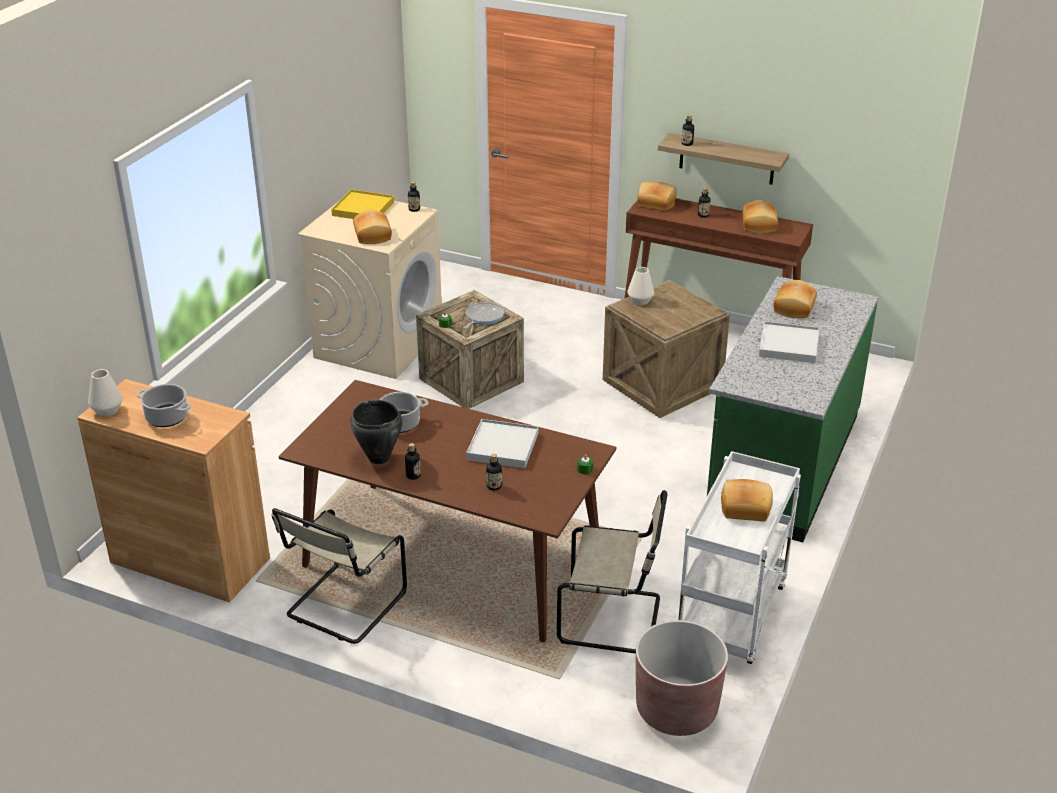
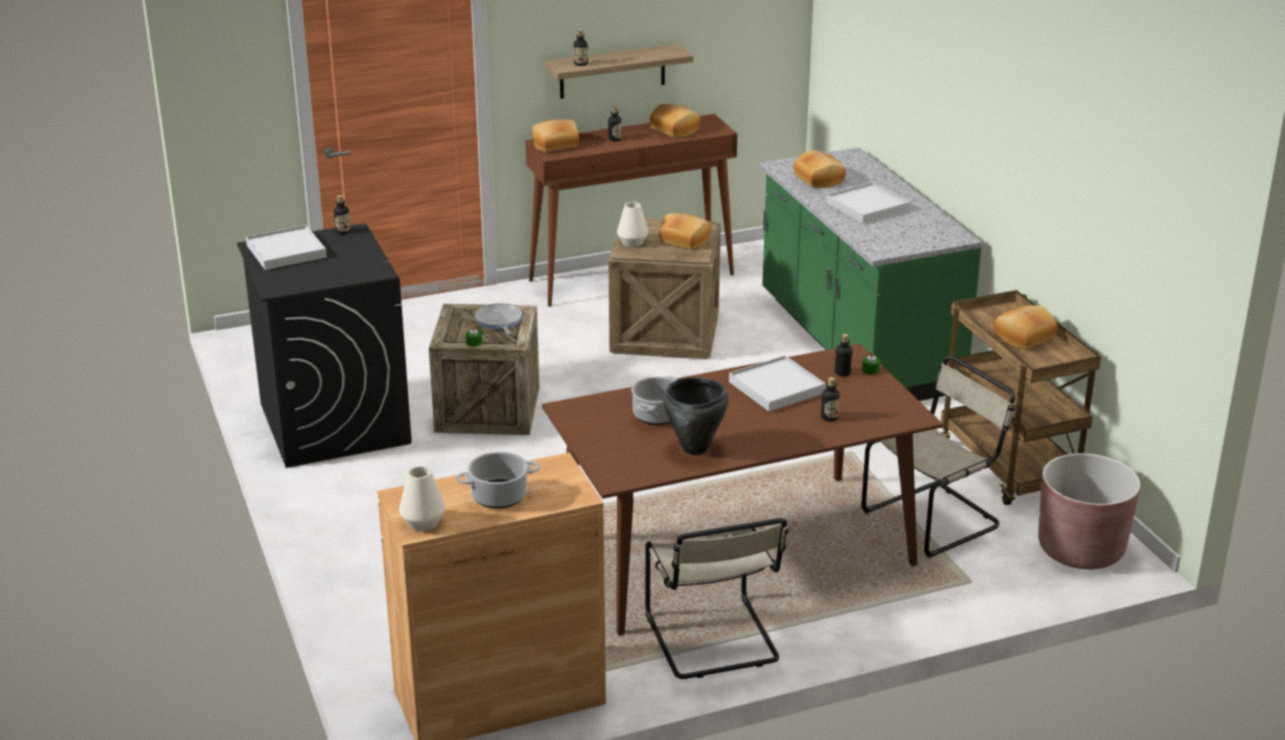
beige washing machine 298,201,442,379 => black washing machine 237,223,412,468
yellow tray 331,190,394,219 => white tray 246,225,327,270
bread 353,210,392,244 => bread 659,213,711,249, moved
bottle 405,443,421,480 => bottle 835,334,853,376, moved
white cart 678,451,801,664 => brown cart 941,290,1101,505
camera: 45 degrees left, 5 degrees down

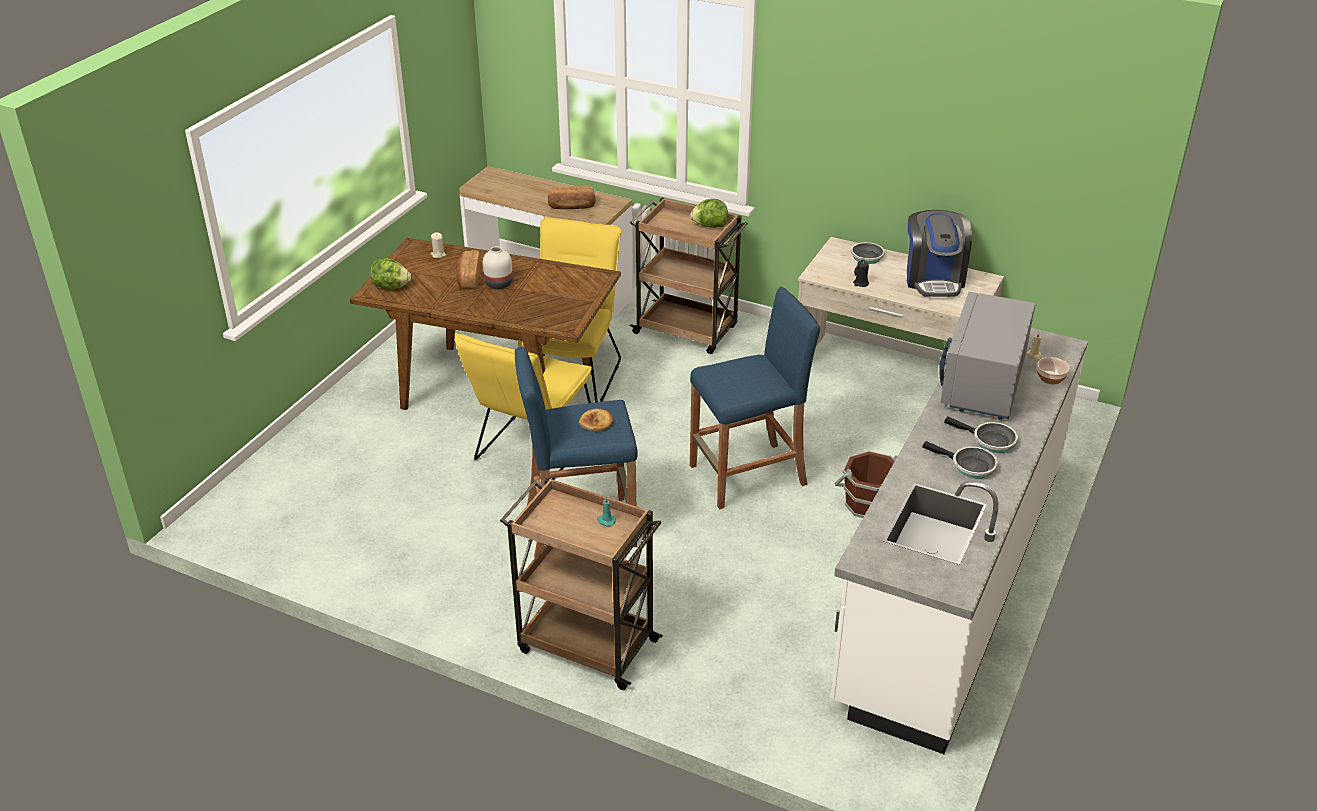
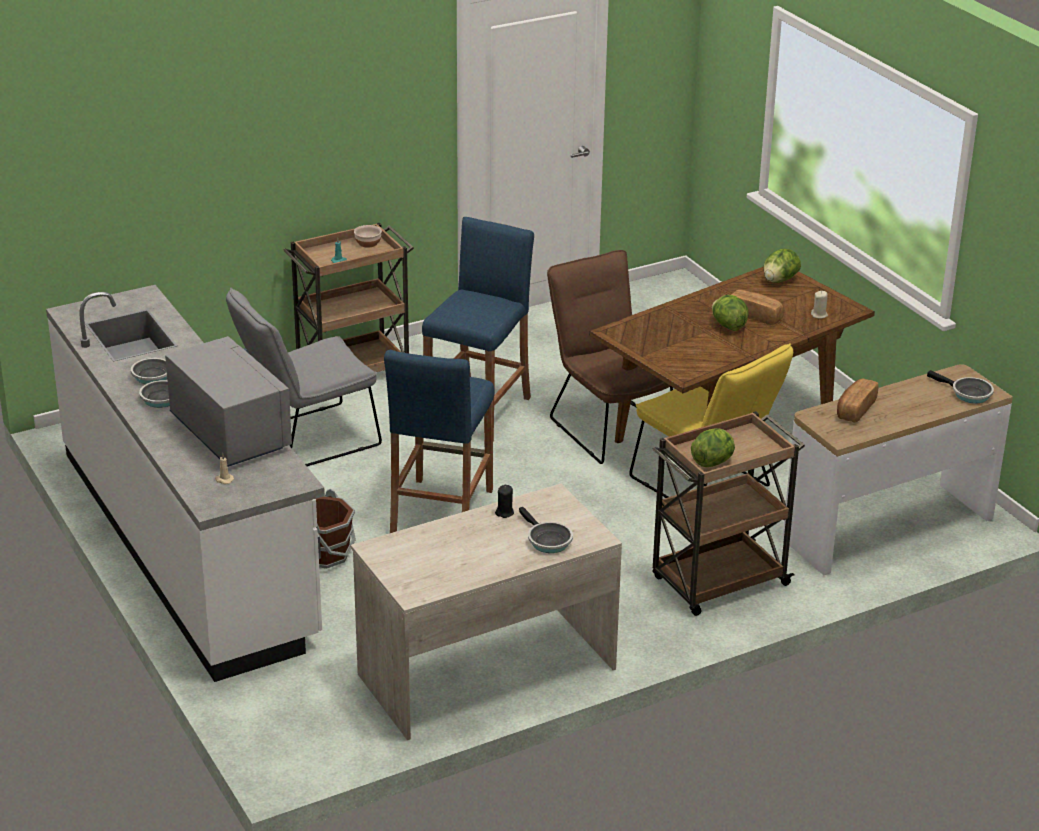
nothing => grey chair 226,287,382,466
bowl 1037,357,1070,384 => bowl 354,225,382,248, moved
yellow chair 455,333,592,480 => brown chair 547,250,673,464
white vase 483,246,513,289 => lettuce 712,295,749,331
nothing => frying pan 927,370,994,404
bread 579,408,614,431 => nothing
coffee machine 907,210,972,297 => nothing
camera: 125 degrees right, 5 degrees down

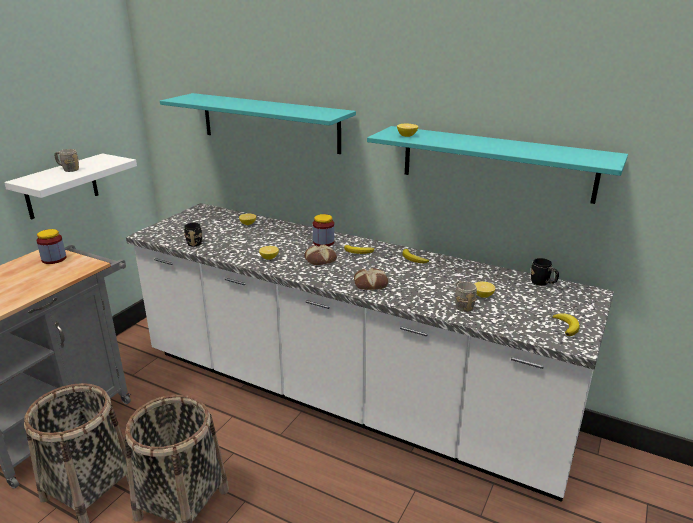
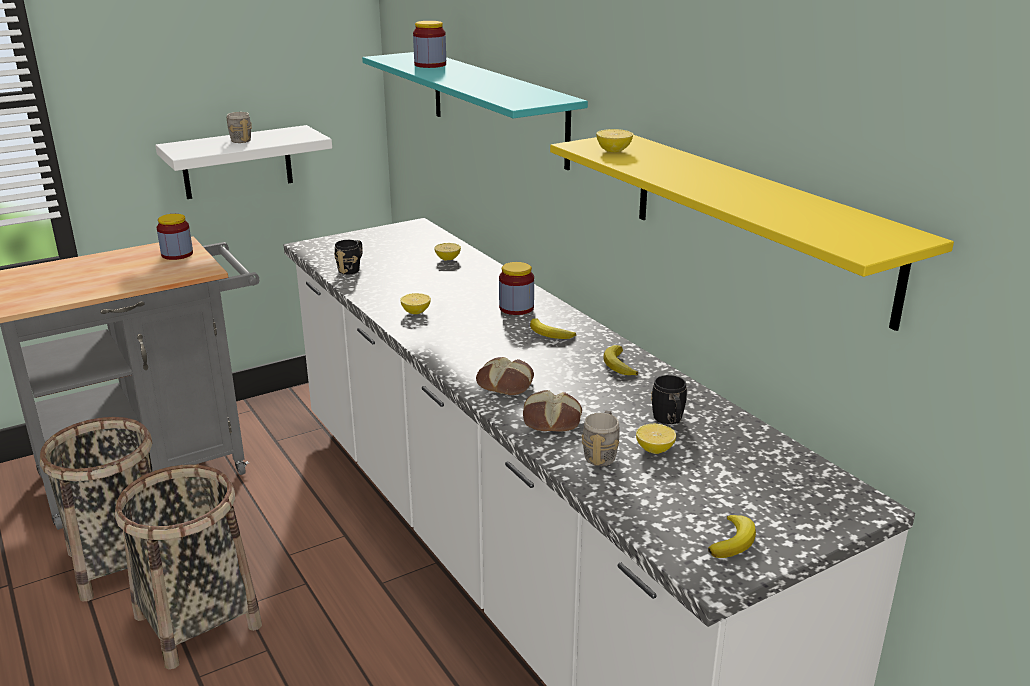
nothing => jar 413,21,446,68
bread 304,245,337,265 => bread 523,390,582,432, moved
turquoise shelf 367,126,628,204 => yellow shelf 550,135,954,331
black mug 531,258,559,286 => black mug 651,375,687,424, moved
camera: 30 degrees right, 0 degrees up

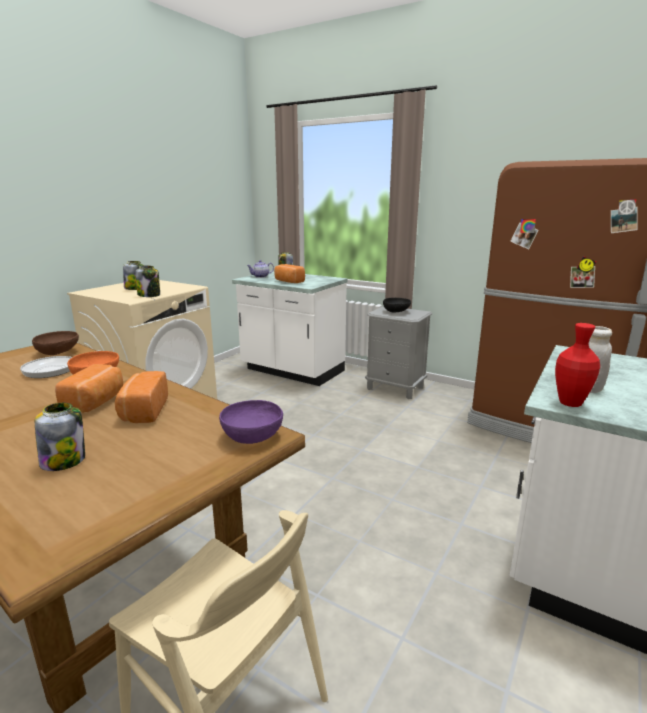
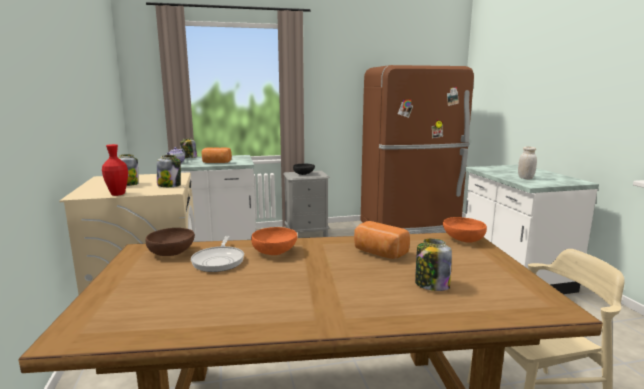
red vase 555,323,600,407 => red vase 102,144,128,196, moved
purple bowl 219,400,283,444 => orange bowl 443,217,487,243
bread 55,364,123,413 => nothing
camera: 45 degrees left, 5 degrees down

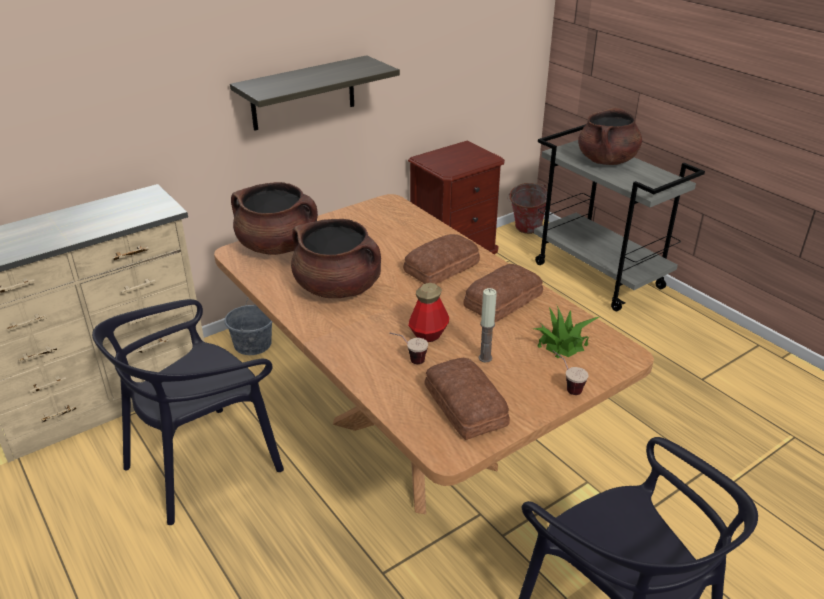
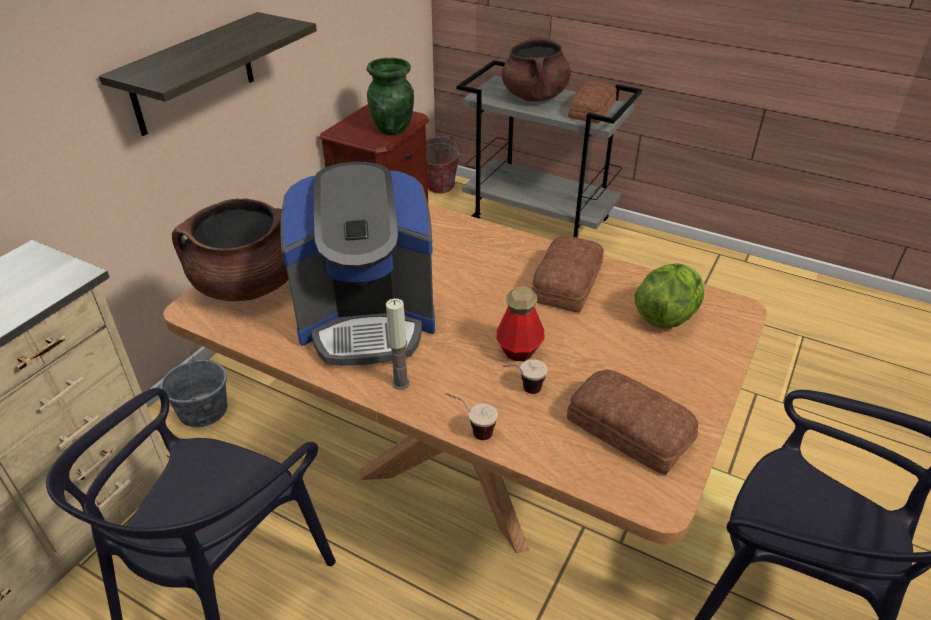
brown cooking pot 291,219,381,298 => coffee machine 281,162,435,366
nothing => green vase 367,58,414,135
candle 479,288,497,363 => candle 386,299,410,390, moved
cup 553,350,588,395 => cup 445,393,498,440, moved
bread 403,234,480,284 => bread 568,81,617,123, moved
potted plant 534,306,599,358 => lettuce 635,263,704,328
camera: 25 degrees left, 5 degrees up

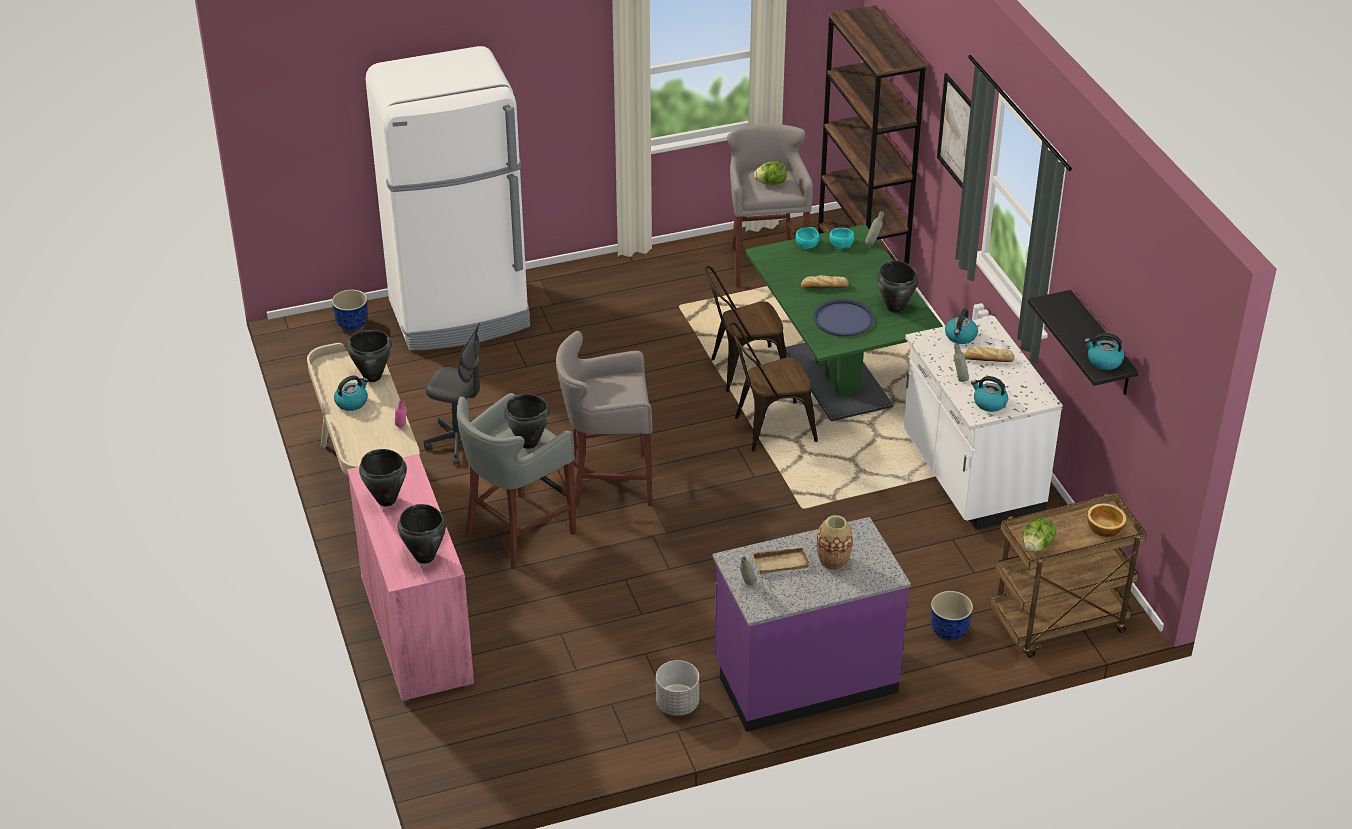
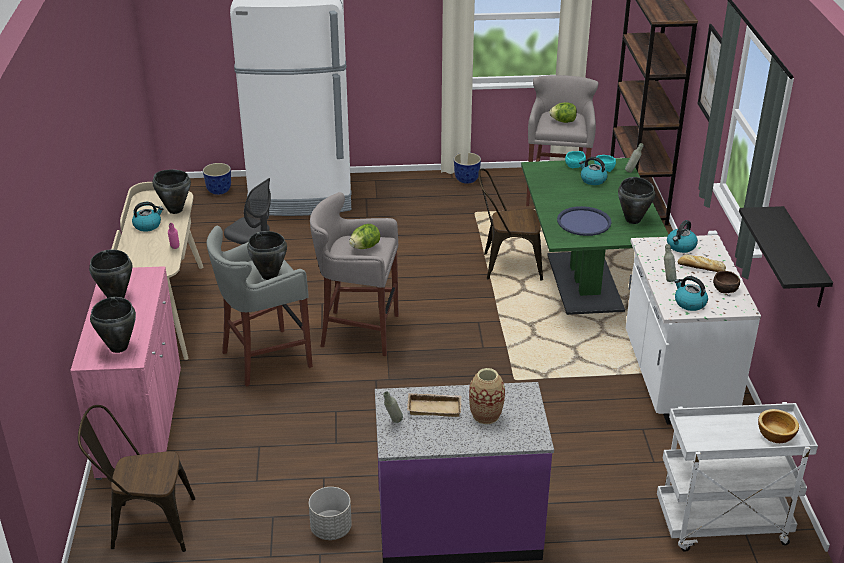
brown chair 729,323,818,452 => brown chair 78,405,196,552, moved
lettuce 1023,518,1057,552 => lettuce 349,224,380,249, moved
planter 931,591,973,640 => planter 454,152,481,184, moved
kettle 1084,333,1124,370 => kettle 579,157,608,185, moved
brown cart 990,493,1147,658 => white cart 657,402,818,552
nothing => brown bowl 713,271,740,293
bread 801,275,849,288 => nothing
camera: 15 degrees right, 5 degrees down

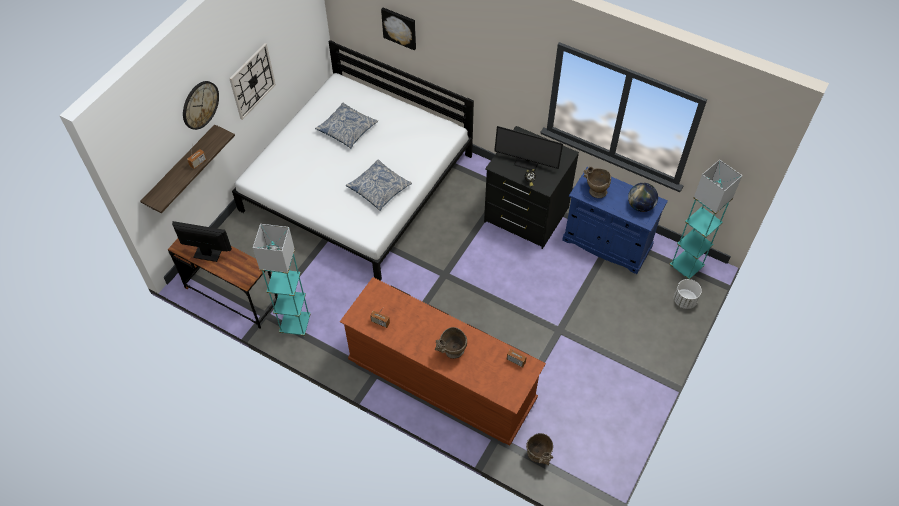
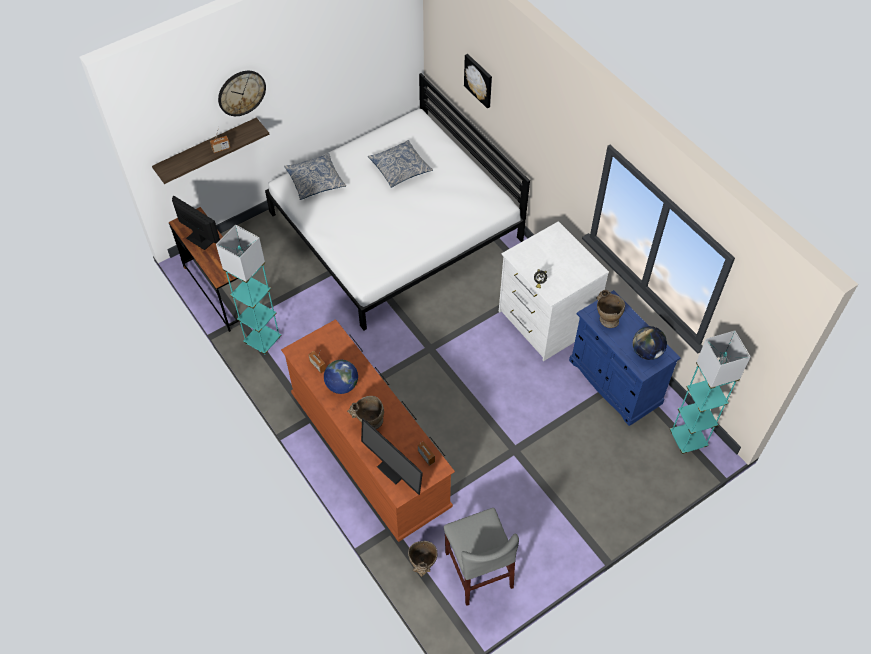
pillow 346,159,412,211 => pillow 284,153,346,200, moved
nothing => globe 324,360,358,394
monitor 494,126,563,171 => monitor 361,418,423,495, moved
nothing => grey chair 444,508,519,606
black dresser 484,126,579,249 => white dresser 499,221,609,361
wall clock 229,43,276,120 => nothing
white planter 674,279,702,309 => nothing
camera: 25 degrees right, 0 degrees up

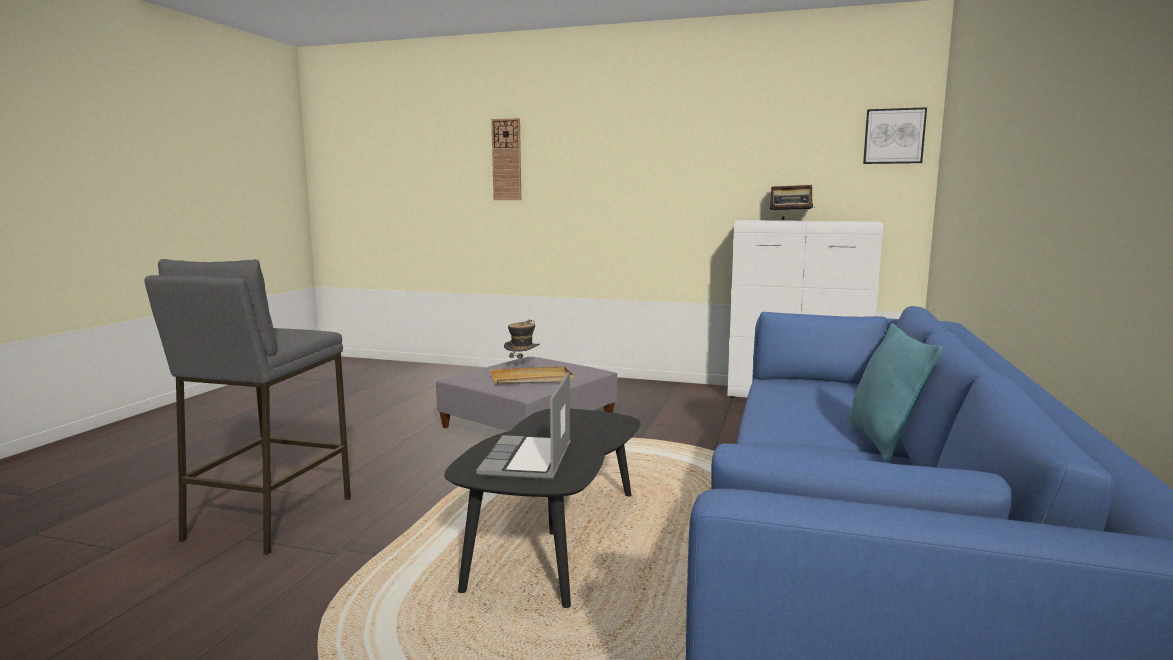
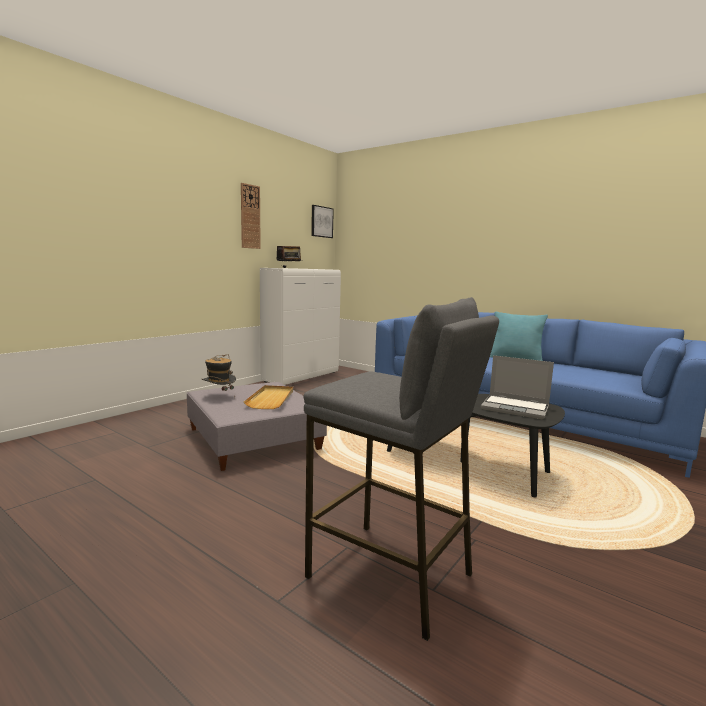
wall clock 491,118,521,200 => wall clock 241,183,261,249, moved
camera: 70 degrees left, 0 degrees up

